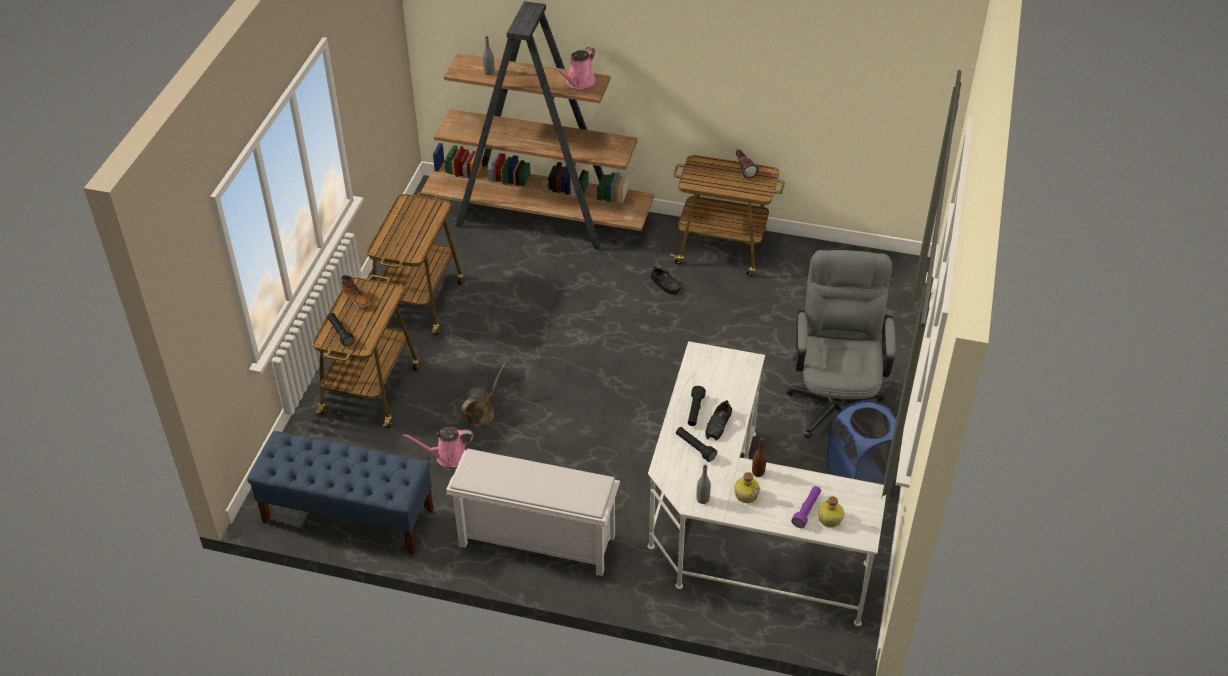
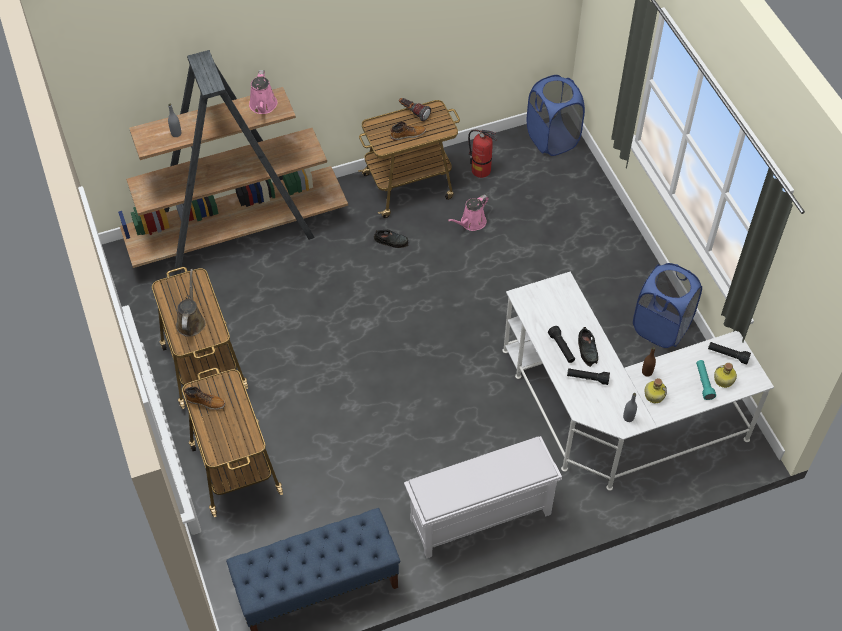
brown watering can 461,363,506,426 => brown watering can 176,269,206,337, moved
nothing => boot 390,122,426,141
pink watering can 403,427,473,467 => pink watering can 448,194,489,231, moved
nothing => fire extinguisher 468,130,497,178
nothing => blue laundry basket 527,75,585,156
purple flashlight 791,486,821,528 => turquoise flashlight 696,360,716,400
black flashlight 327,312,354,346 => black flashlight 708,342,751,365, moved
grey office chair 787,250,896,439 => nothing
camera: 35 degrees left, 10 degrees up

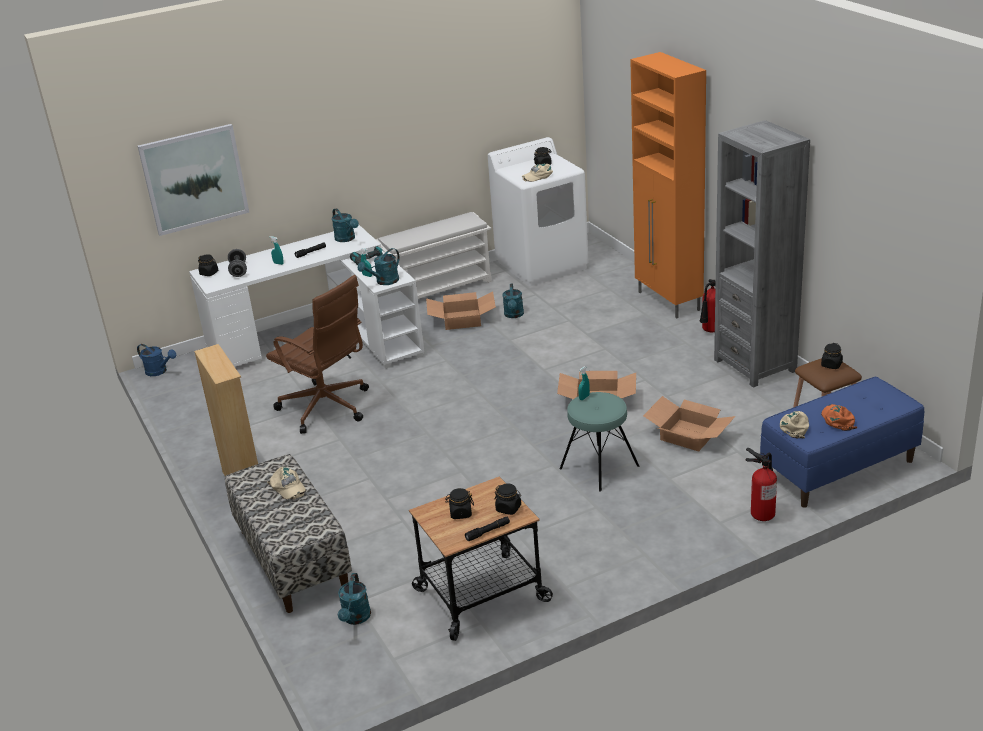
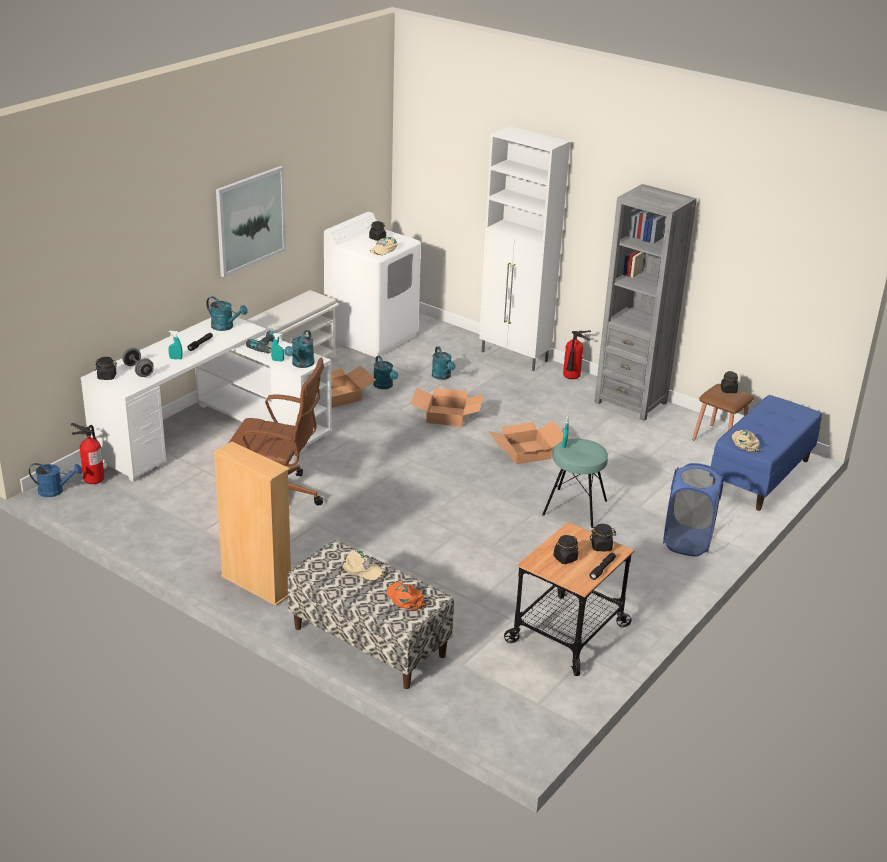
fire extinguisher 745,448,777,521 => fire extinguisher 71,423,104,484, moved
picture 138,124,249,236 => picture 216,166,286,277, moved
orange cap 821,404,857,431 => orange cap 387,582,427,610, moved
cardboard box 643,396,735,451 => cardboard box 411,387,484,427, moved
turquoise watering can 338,573,371,625 => turquoise watering can 432,346,456,380, moved
orange cabinet 630,52,706,318 => white cabinet 479,126,570,371
nothing => blue laundry basket 663,463,723,557
camera: 30 degrees left, 0 degrees up

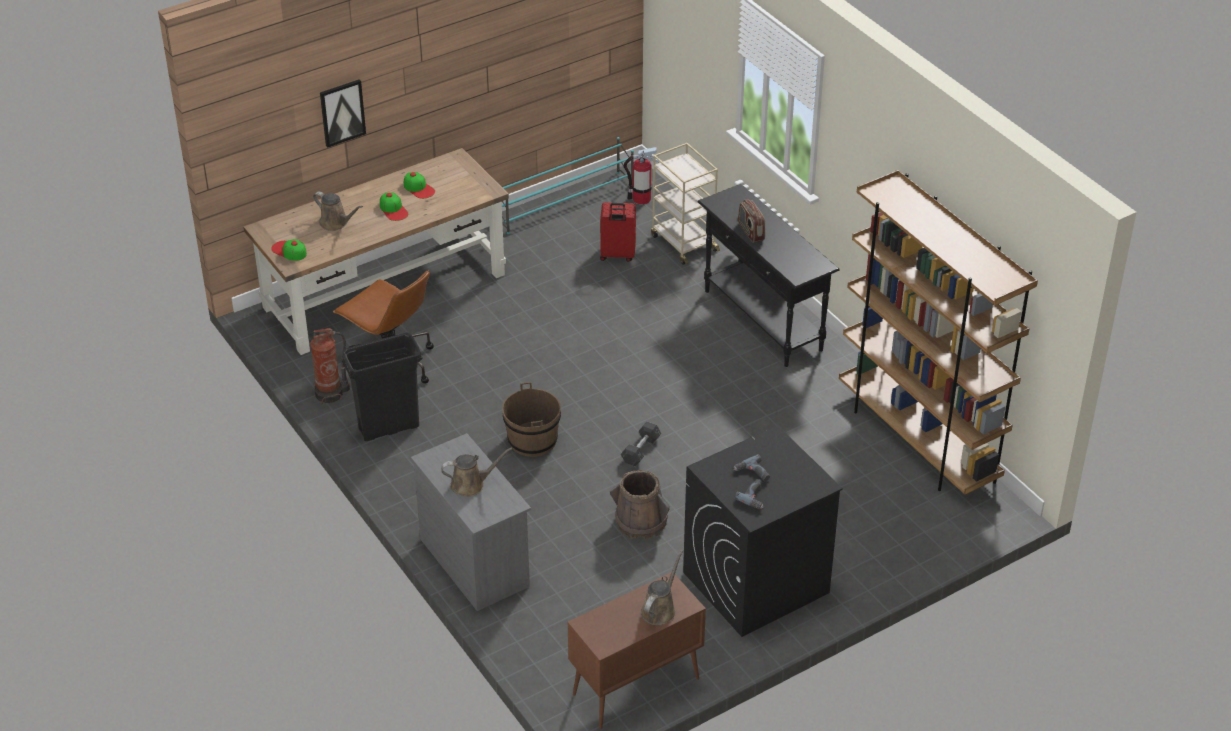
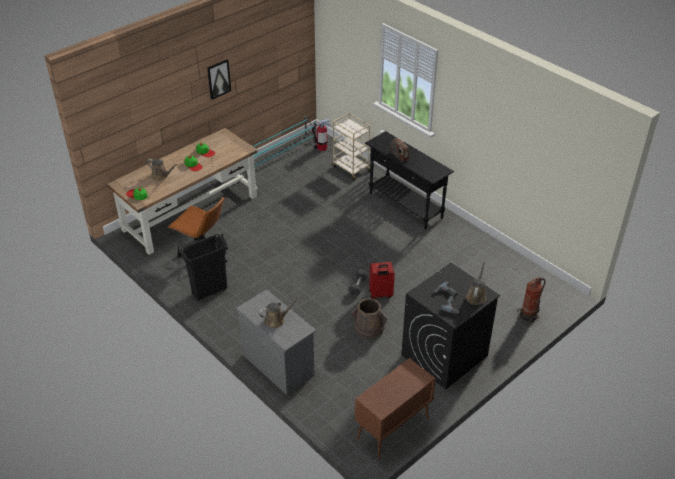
picture 320,79,366,148 => picture 207,59,231,100, moved
red suitcase 600,202,636,262 => red suitcase 369,262,395,299, moved
brown watering can 641,550,683,625 => brown watering can 466,261,486,305, moved
fire extinguisher 310,328,350,405 => fire extinguisher 518,277,545,323, moved
brown bucket 502,382,561,457 => nothing
brown bookcase 839,170,1038,495 => nothing
camera: 10 degrees left, 0 degrees up

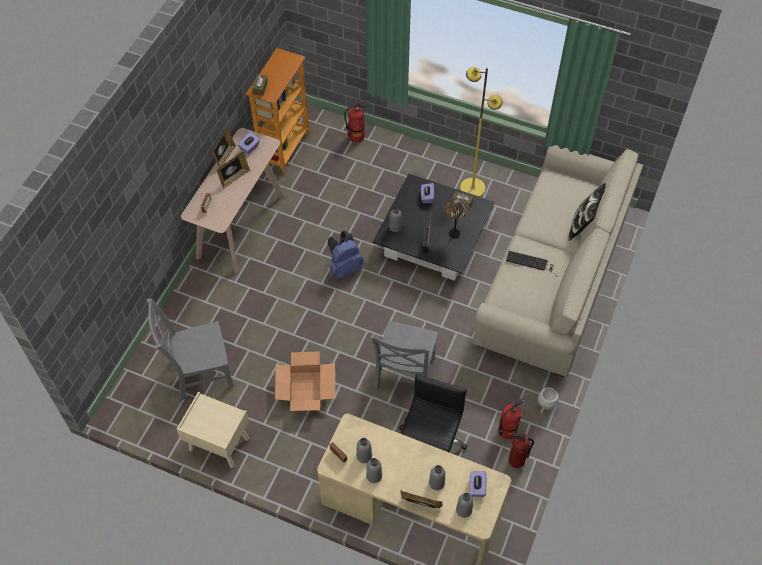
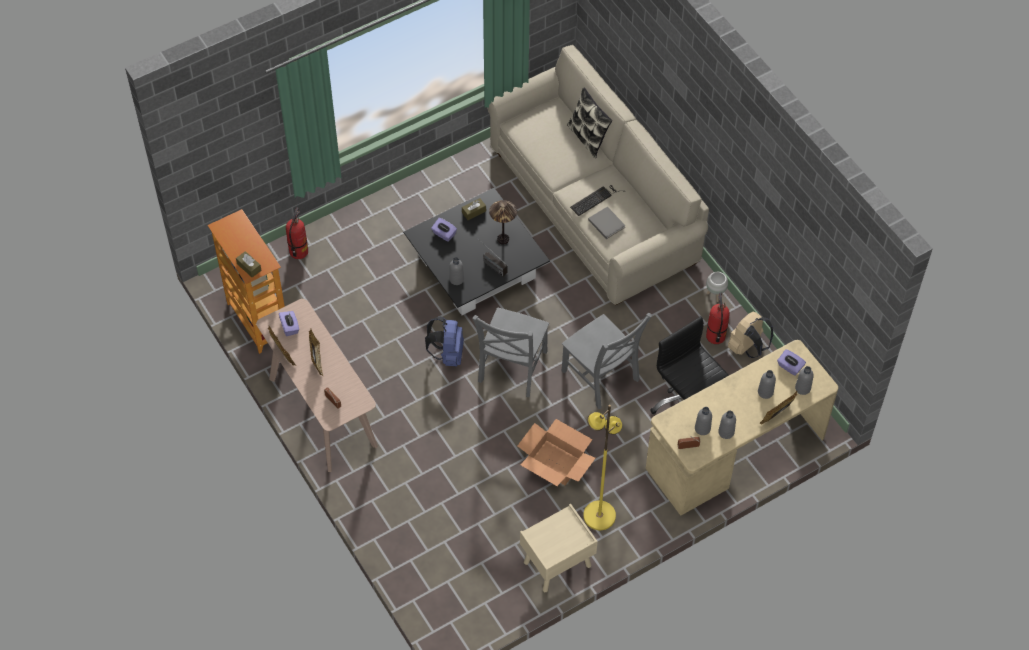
grey chair 147,299,233,401 => grey chair 472,307,549,397, moved
yellow floor lamp 460,67,502,197 => yellow floor lamp 583,405,622,530, moved
nothing => grey book 588,207,626,239
fire extinguisher 508,432,534,468 => beige backpack 728,312,773,358
camera: 55 degrees left, 0 degrees up

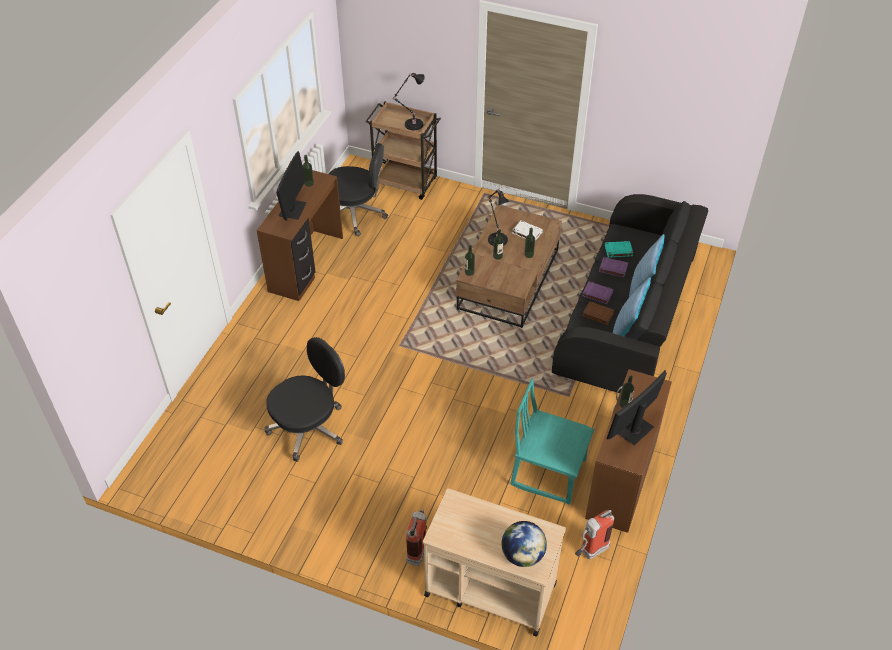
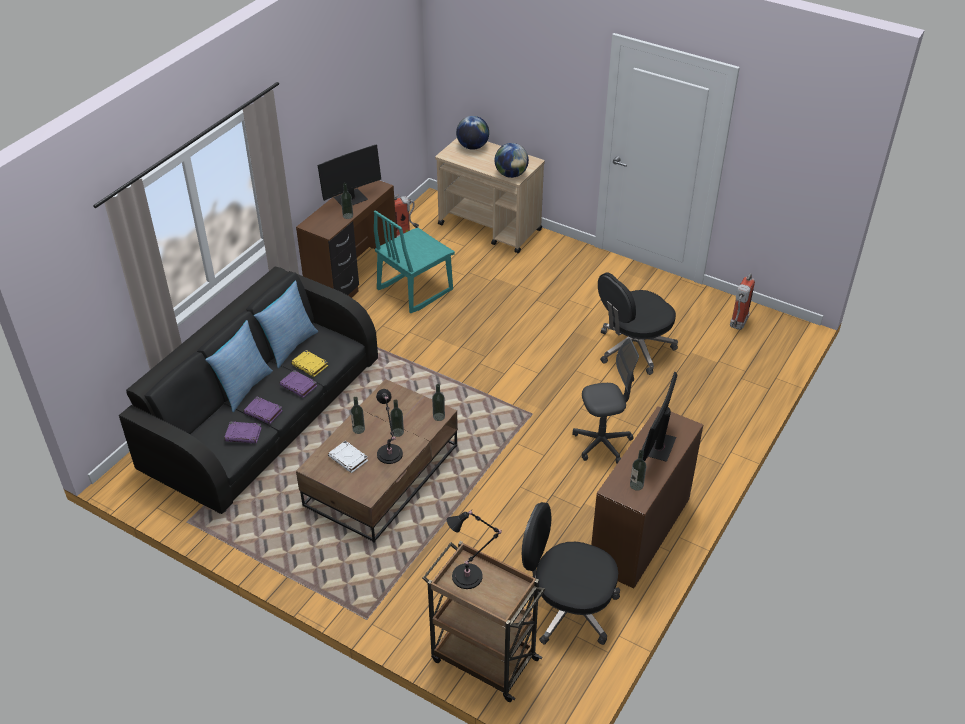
turquoise book 605,241,633,258 => purple book 224,422,262,443
brown book 582,301,615,325 => yellow book 291,350,328,377
turquoise chair 510,379,594,505 => turquoise chair 374,210,455,313, 105 degrees clockwise
nothing => globe 494,143,529,178
nothing => grey office chair 572,338,639,463
fire extinguisher 406,509,427,566 => fire extinguisher 730,273,755,330, moved
camera: 170 degrees left, 5 degrees down

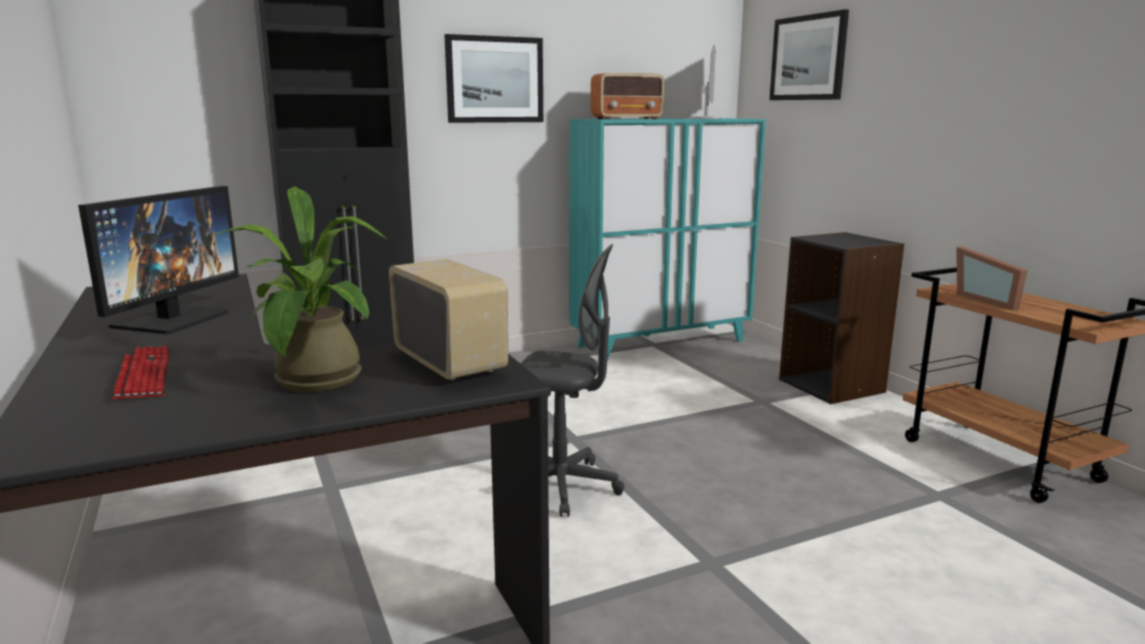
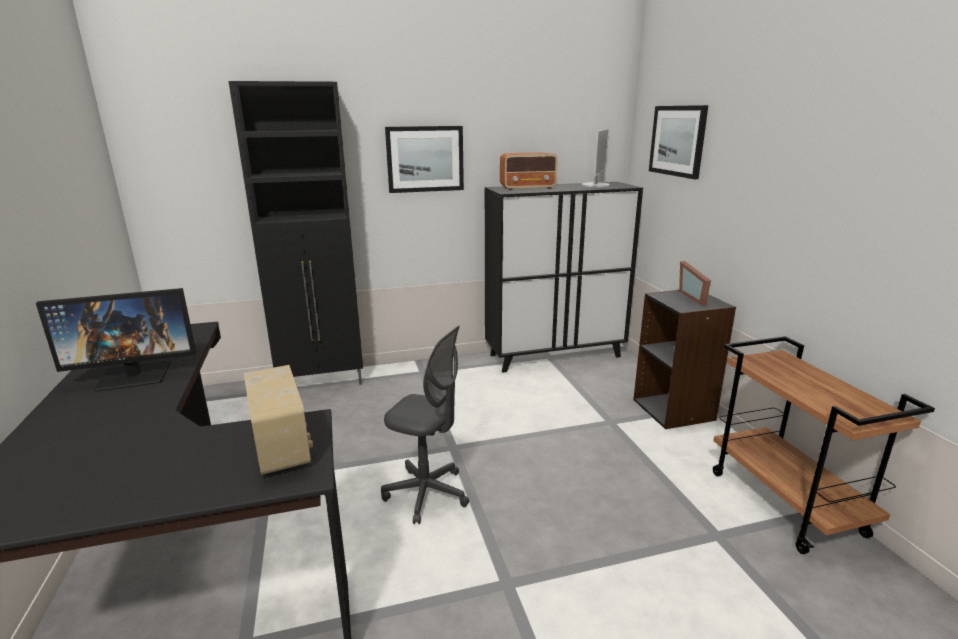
monitor 78,186,239,334 => monitor 36,288,196,392, 45 degrees clockwise
turquoise cabinet 569,118,766,361 => black cabinet 485,182,643,373
picture frame 956,246,1028,311 => picture frame 679,261,711,305, moved
keyboard 111,346,171,399 => nothing
potted plant 211,187,387,392 => nothing
camera: 10 degrees right, 5 degrees up

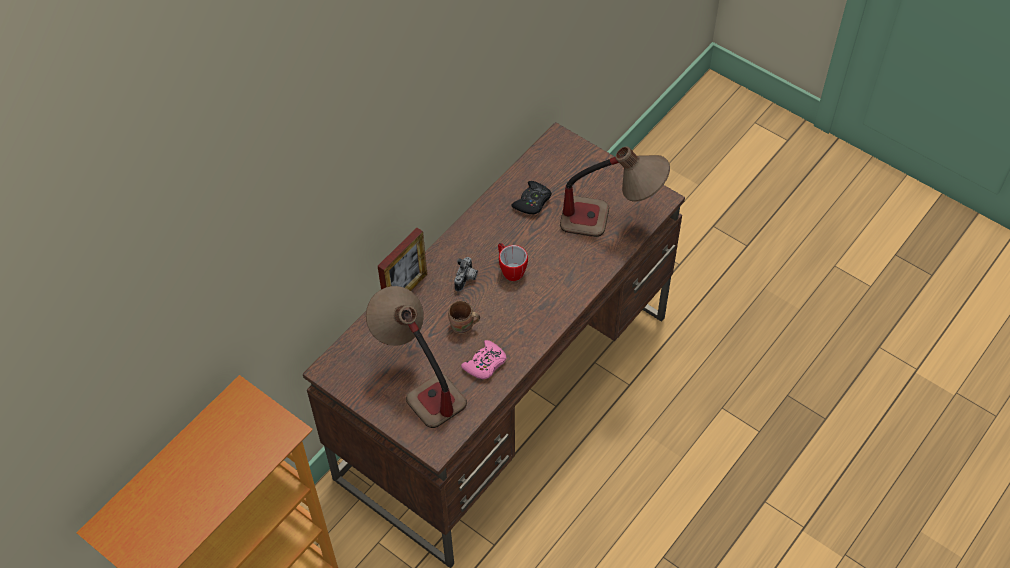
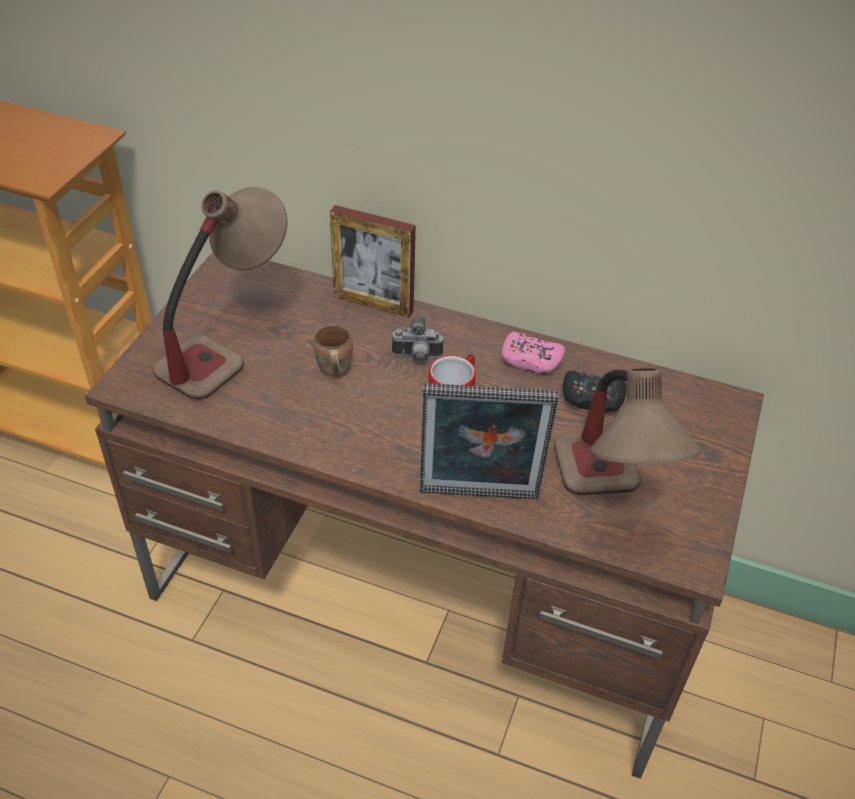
nothing => picture frame 420,383,559,499
pink game controller 461,340,506,379 => pink game controller 502,332,565,373, moved
camera: 70 degrees right, 10 degrees down

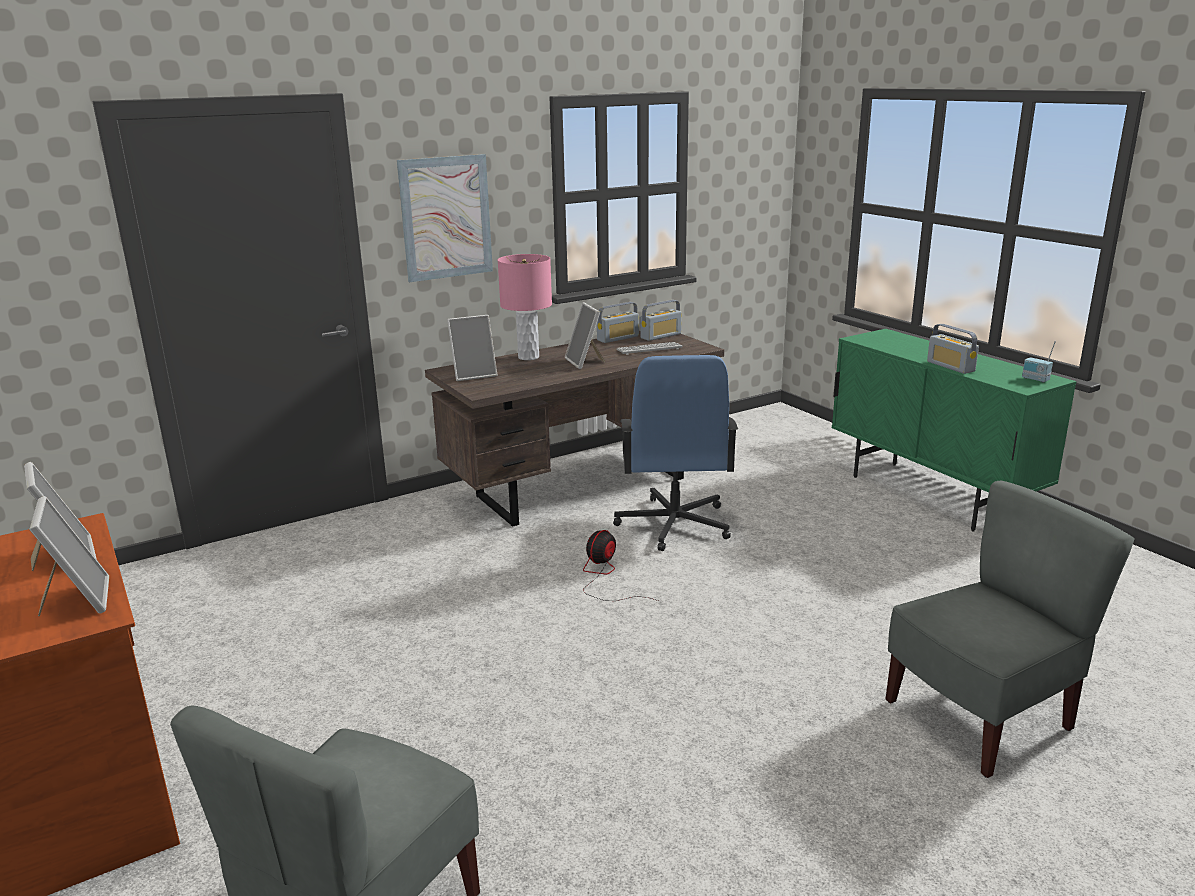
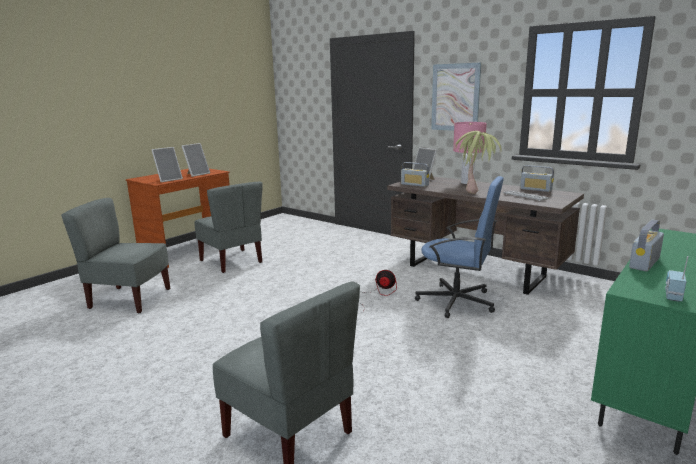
nothing => grey chair 194,182,263,273
radio 640,300,682,341 => radio 401,162,429,187, moved
blue office chair 613,355,738,551 => blue office chair 415,176,504,318, 135 degrees counterclockwise
picture frame 565,302,605,369 => potted plant 454,131,502,194
camera: 70 degrees right, 5 degrees down

